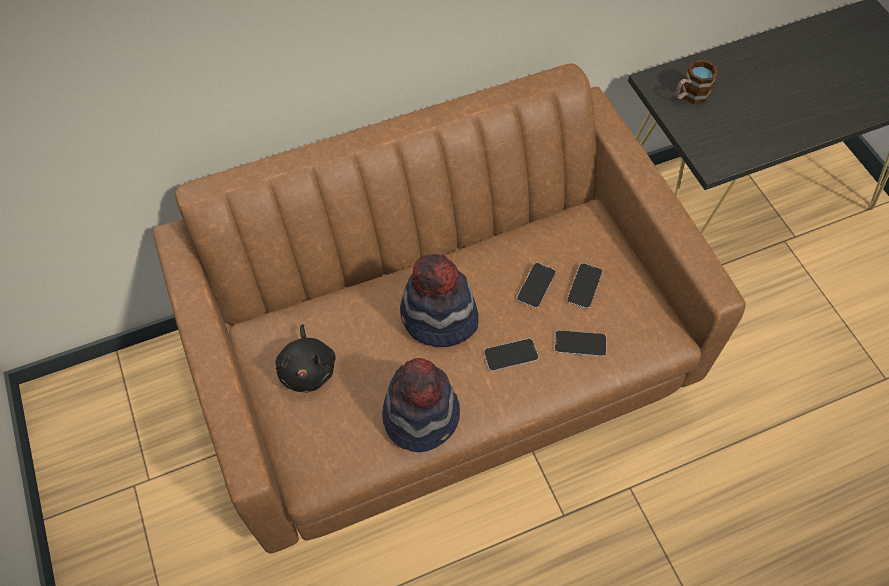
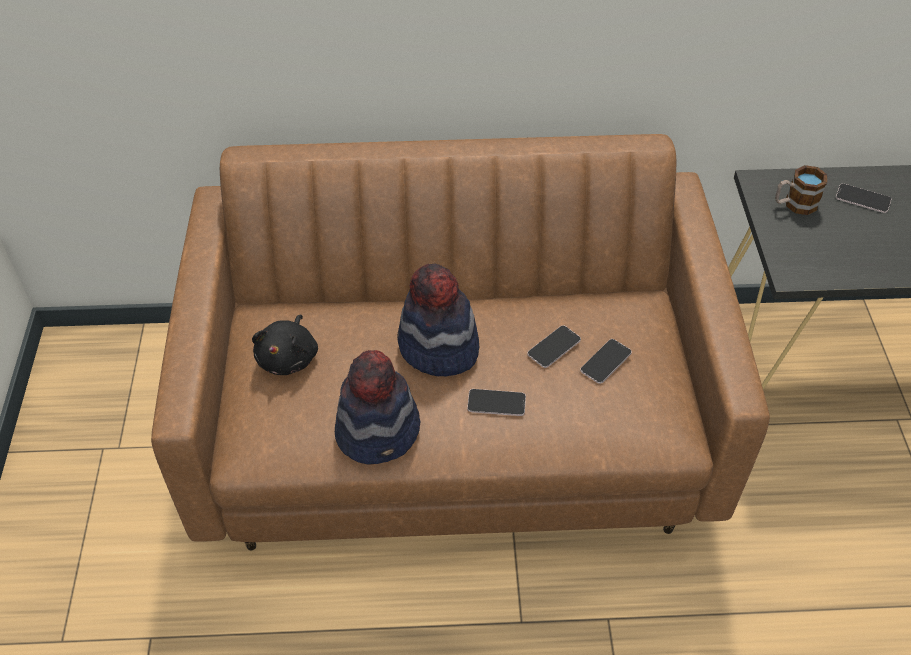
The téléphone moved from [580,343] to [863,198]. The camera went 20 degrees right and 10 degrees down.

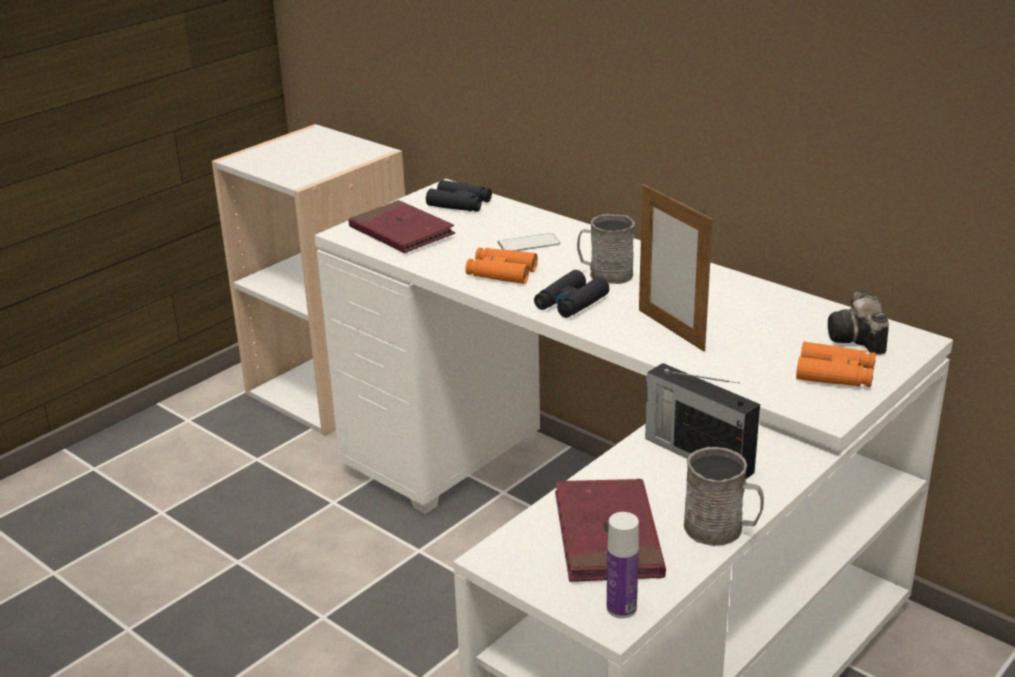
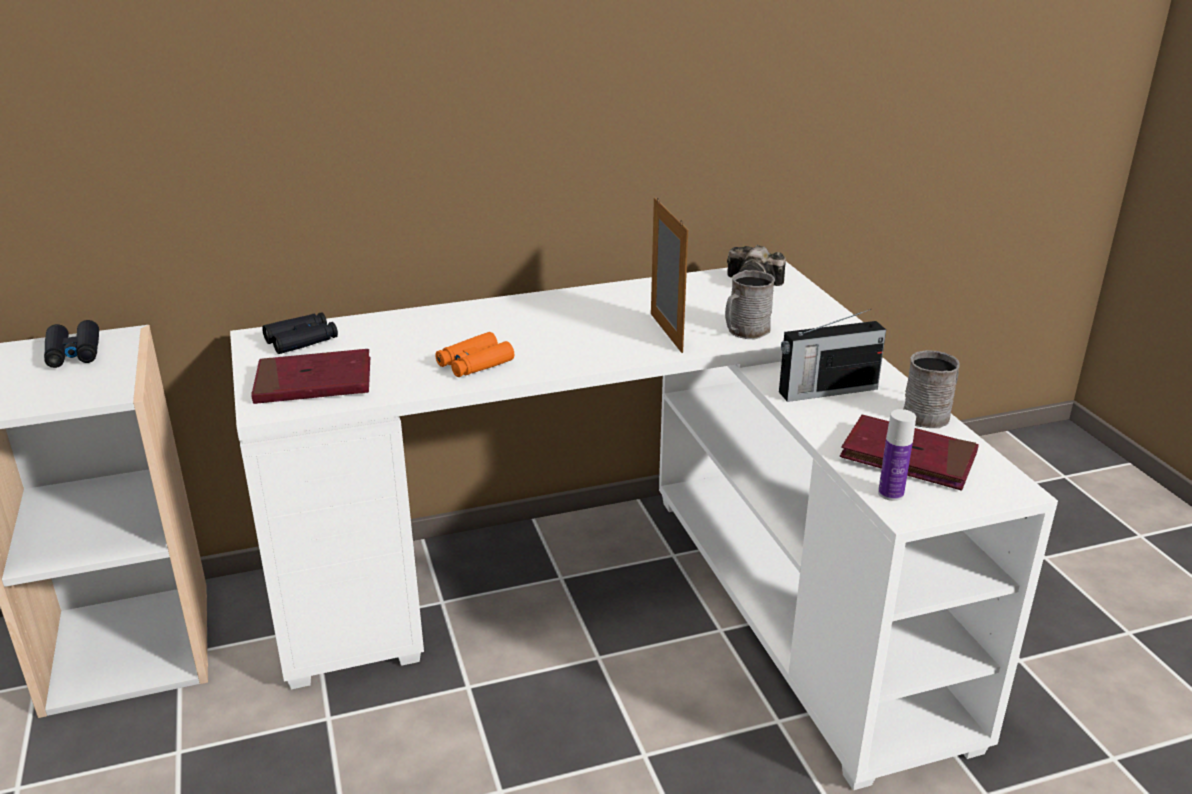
The jumelles/noir moved from [571,294] to [71,344]. The cadre photo at [676,267] turned 105 degrees counterclockwise. The mug/gris moved from [606,249] to [750,304]. The bouteille moved from [623,565] to [897,455]. The téléphone at [528,242] disappeared. The jumelles/orange at [836,364] disappeared. The camera went 60 degrees left and 0 degrees up.

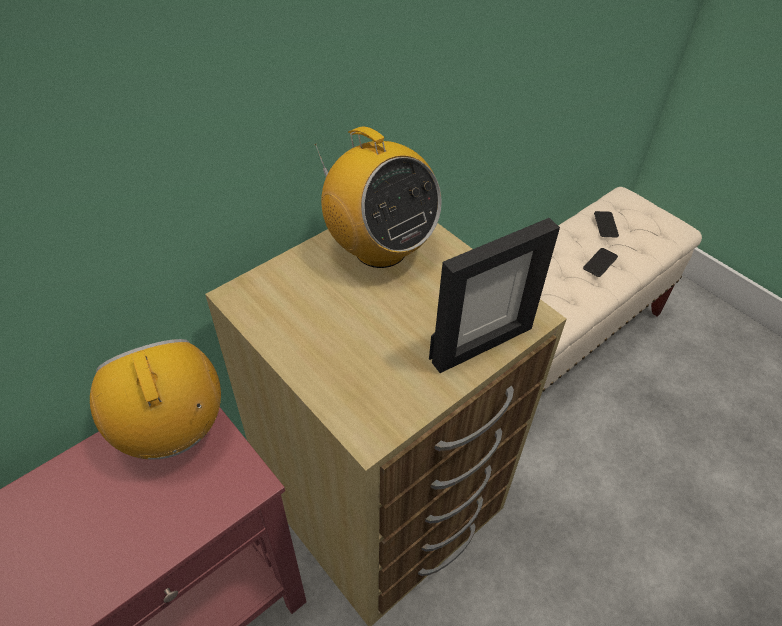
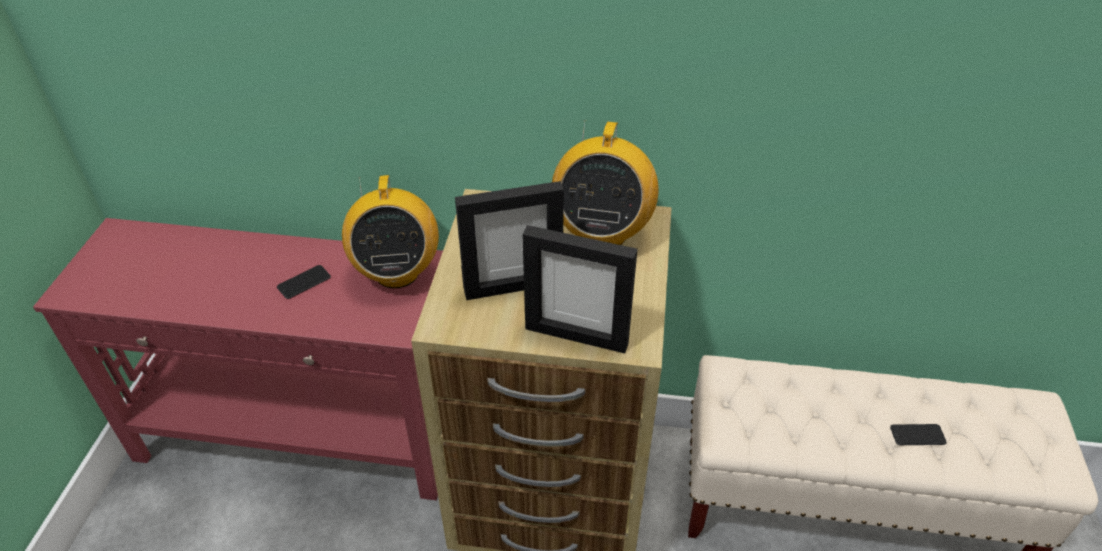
The téléphone moved from [606,224] to [304,282]. The radio at [155,399] turned 150 degrees clockwise. The cadre photo at [509,240] appeared. The camera went 50 degrees right and 5 degrees down.

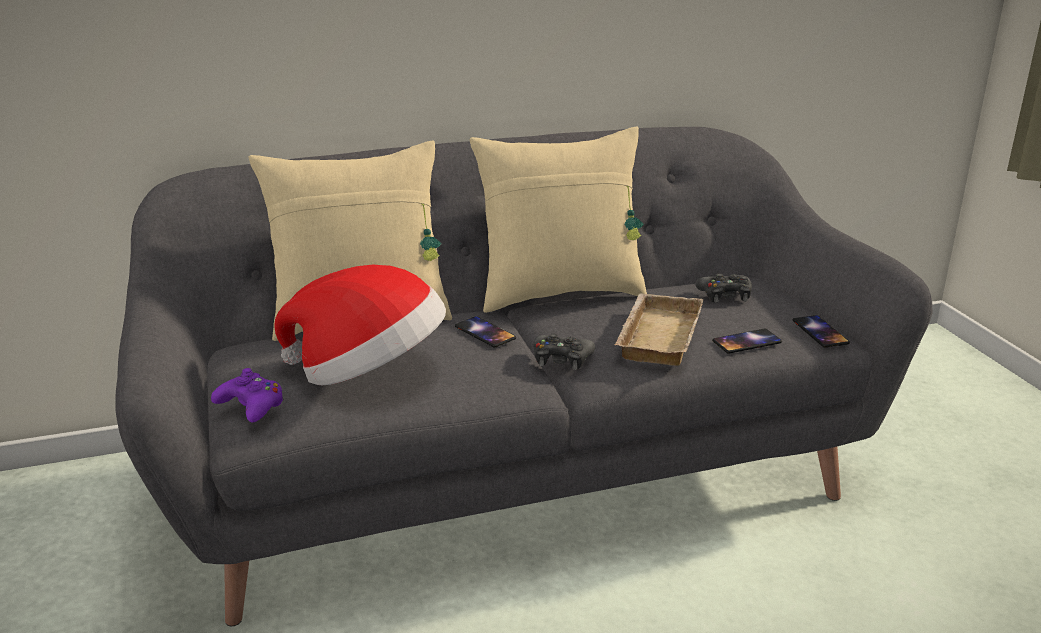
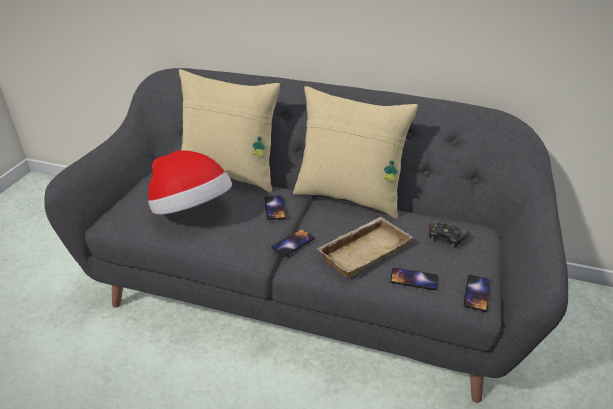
The manette/noir at [564,352] was replaced by the téléphone at [293,243]. The manette/violet at [247,395] disappeared. The camera went 35 degrees right and 10 degrees up.

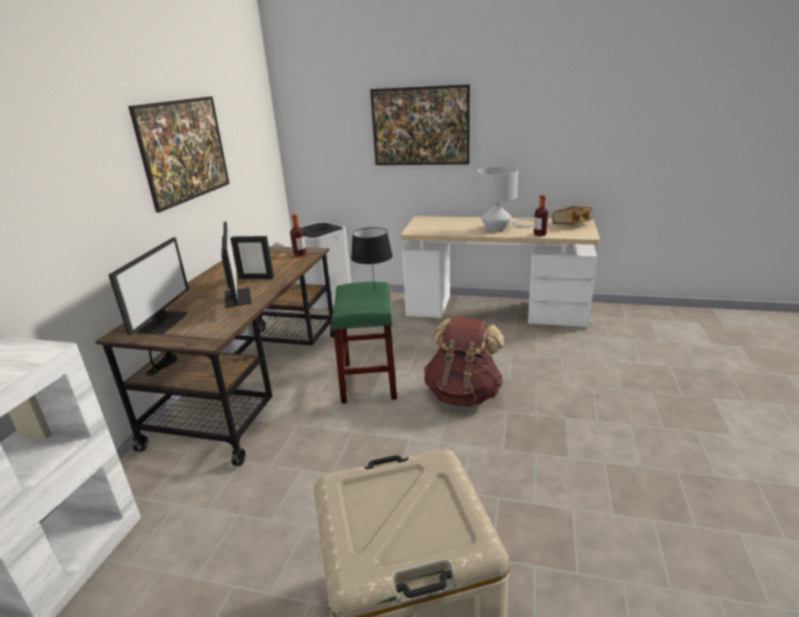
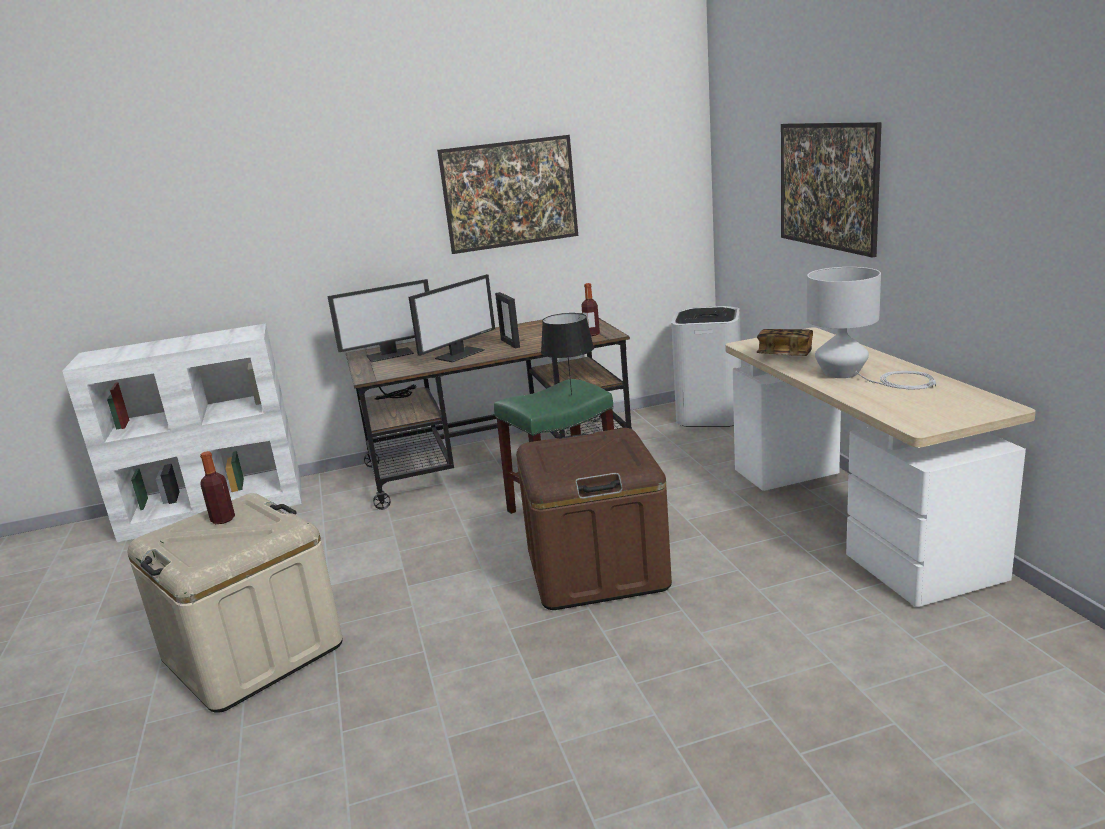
The bouteille moved from [541,216] to [217,487]. The sac à dos/marron at [464,362] was replaced by the boîte de rangement/marron at [594,519]. The livre moved from [572,215] to [785,342]. The camera went 60 degrees right and 5 degrees down.

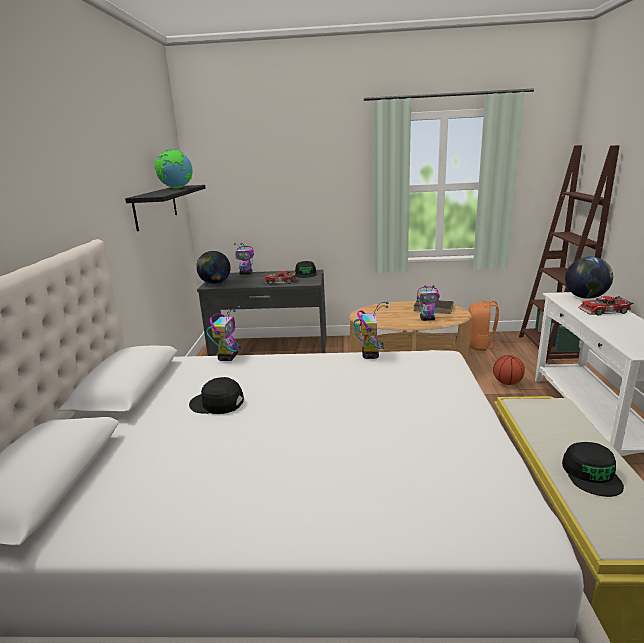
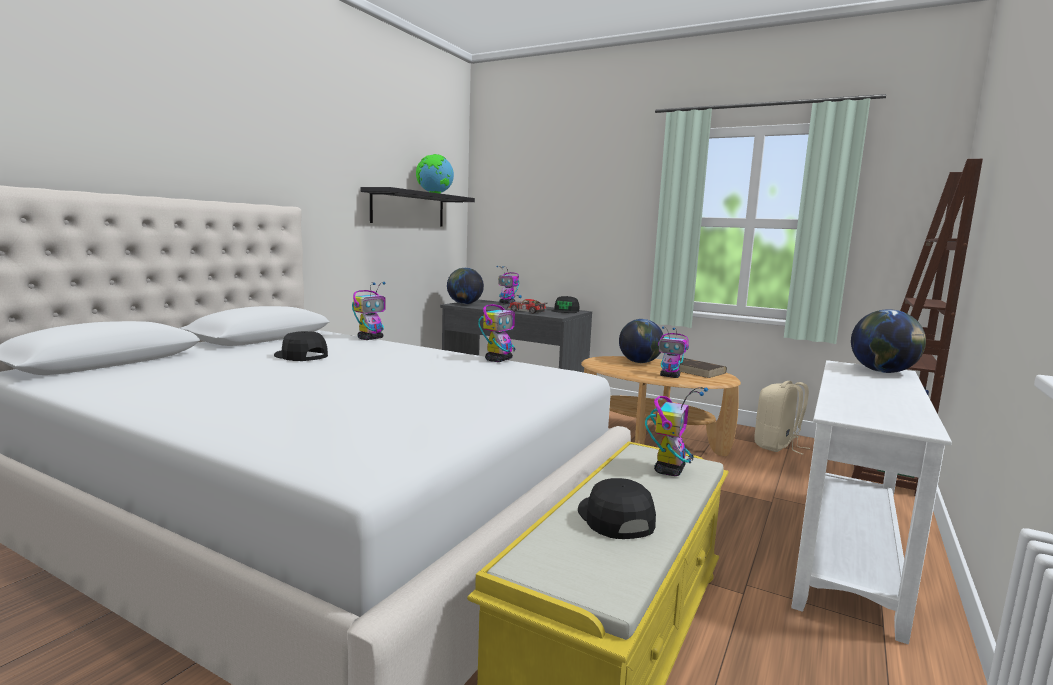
The casquette/noir at [593,469] turned 135 degrees clockwise. The globe at [641,341] appeared. The robot jouet at [676,431] appeared. The sac à dos/orange at [485,325] became the sac à dos/beige at [782,418]. The ballon de basket at [509,370] disappeared. The petite voiture at [605,306] disappeared. The camera went 25 degrees right and 10 degrees down.

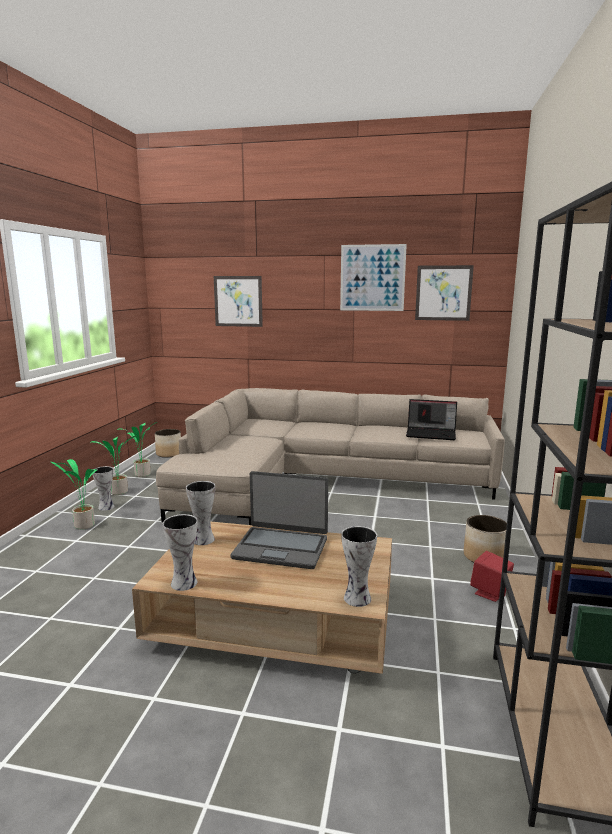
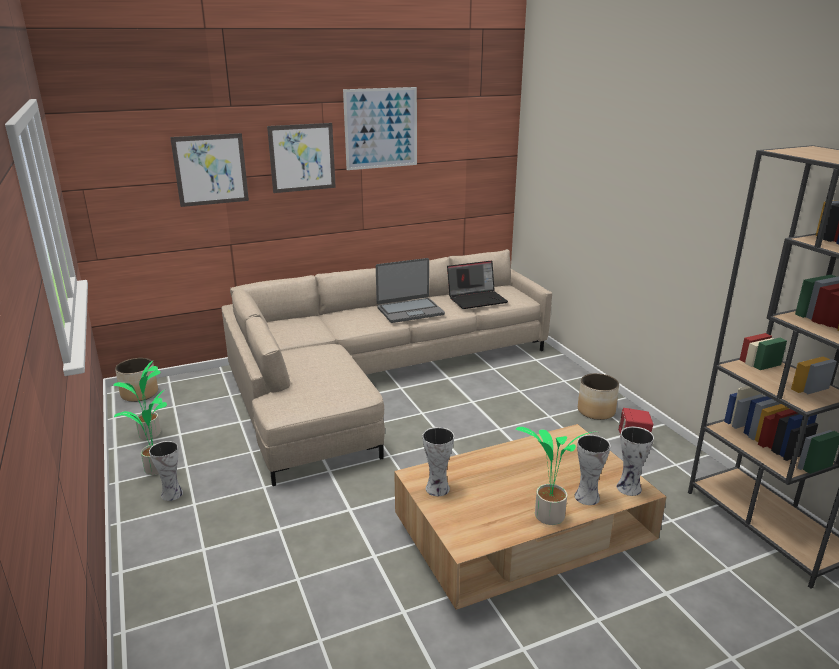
The tableau moved from [444,293] to [301,158]. The ordinateur portable moved from [279,520] to [410,290]. The plante en pot moved from [74,494] to [554,476]. The vase moved from [180,552] to [593,470]. The camera went 35 degrees left and 10 degrees up.

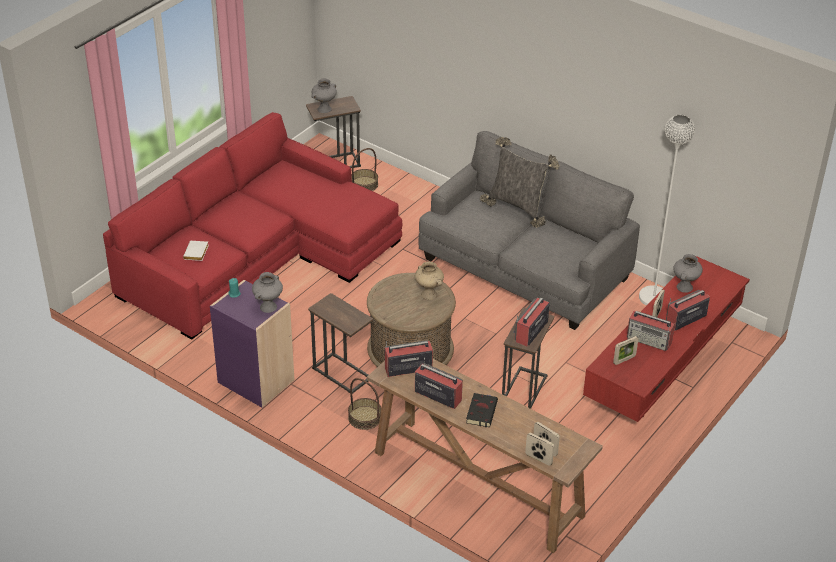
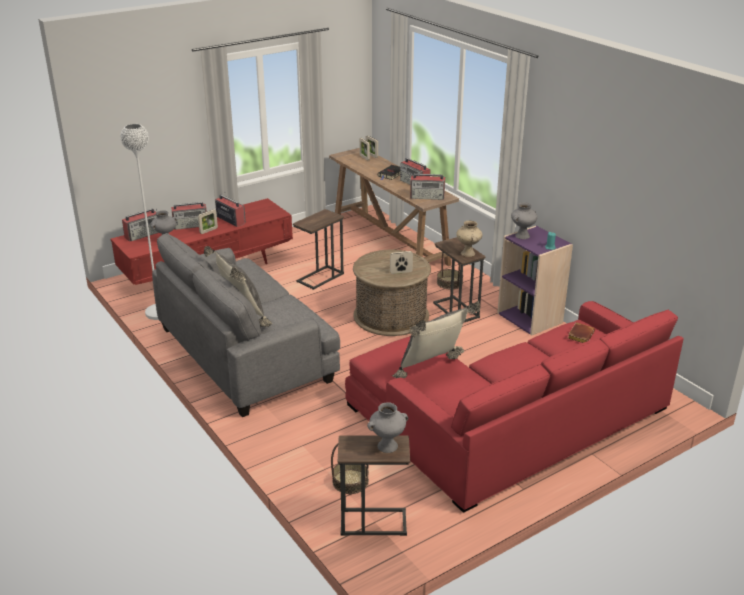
The radio moved from [531,322] to [140,225]. The cadre photo moved from [625,350] to [401,262]. The coussin at [436,339] appeared. The vase/beige moved from [429,280] to [469,239]. The livre/blanc at [196,251] became the livre/marron at [581,332]. The camera went 160 degrees left and 10 degrees down.

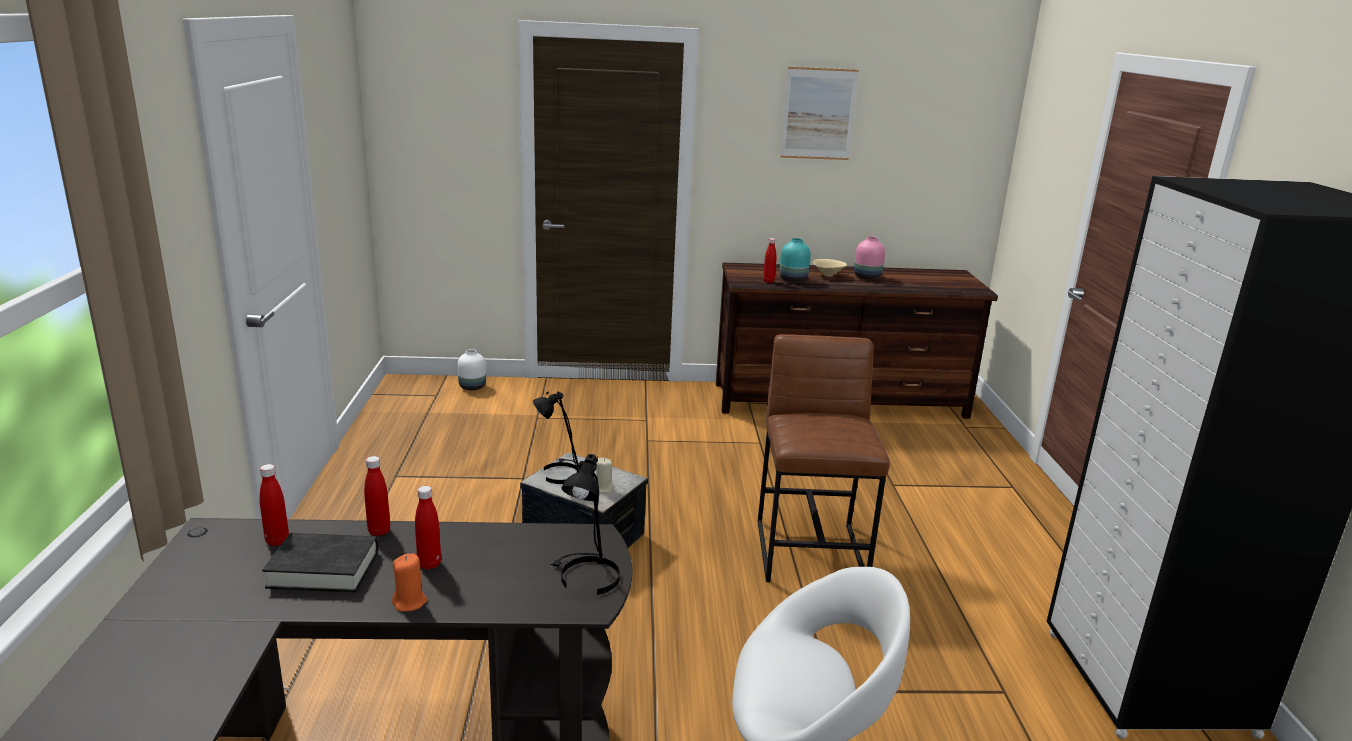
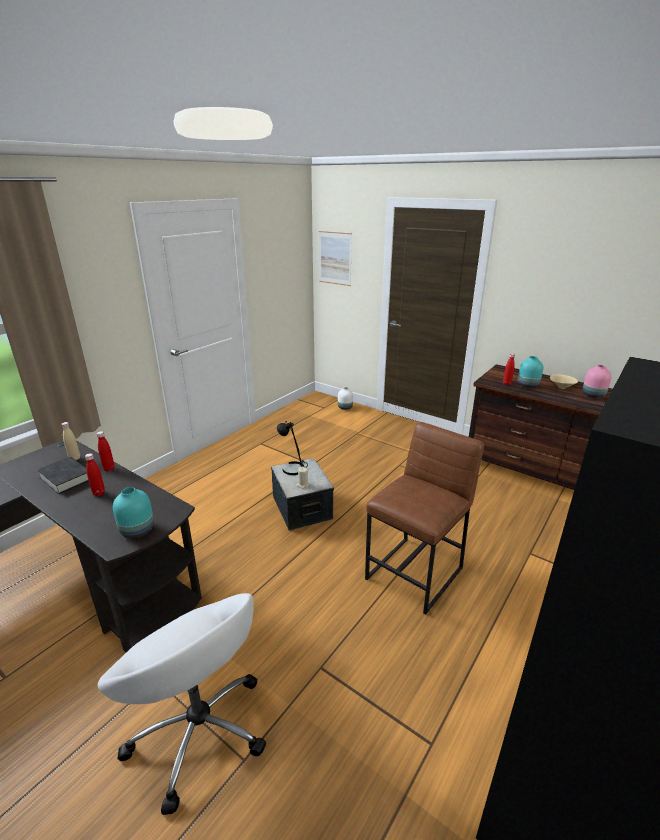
The bouteille/rouge at [274,505] became the bouteille/beige at [70,441]. The lampe de table/noir at [585,524] was replaced by the vase/turquoise at [133,512]. The tableau moved from [819,113] to [335,258]. The bougie/orange at [410,582] disappeared. The camera went 40 degrees right and 5 degrees up.

